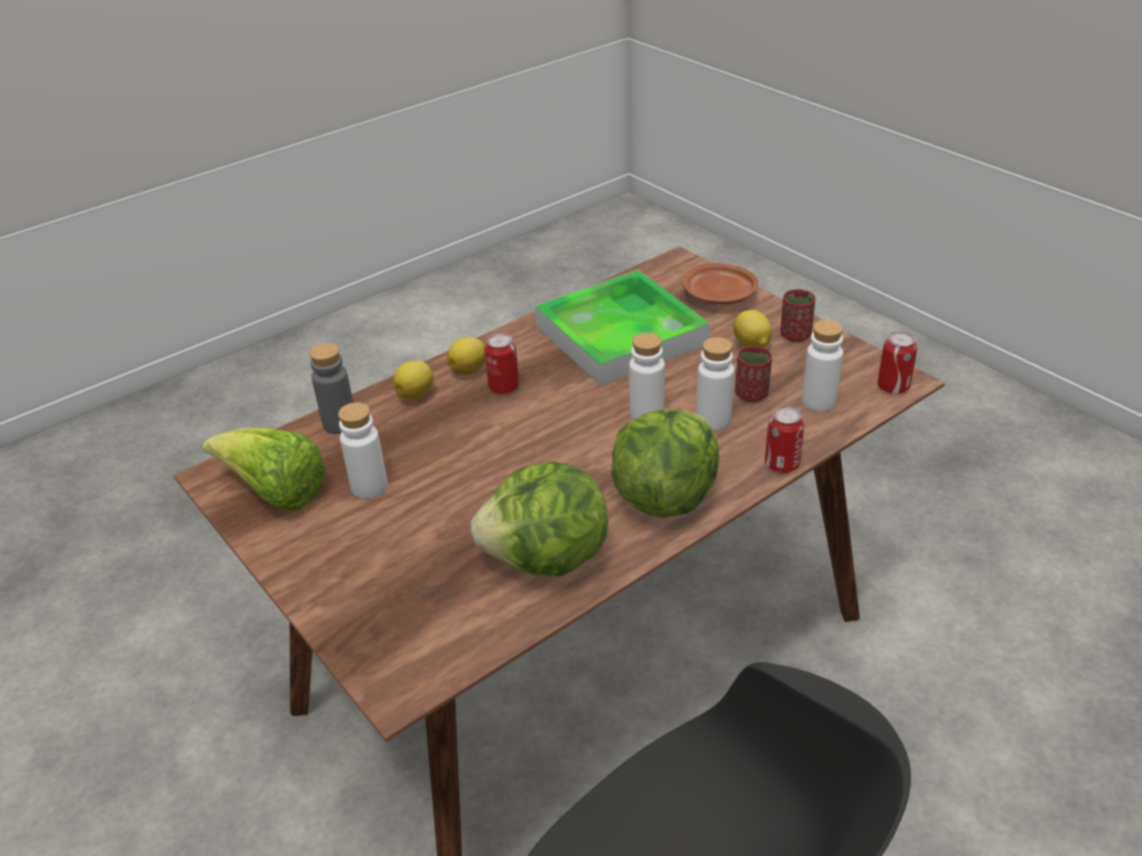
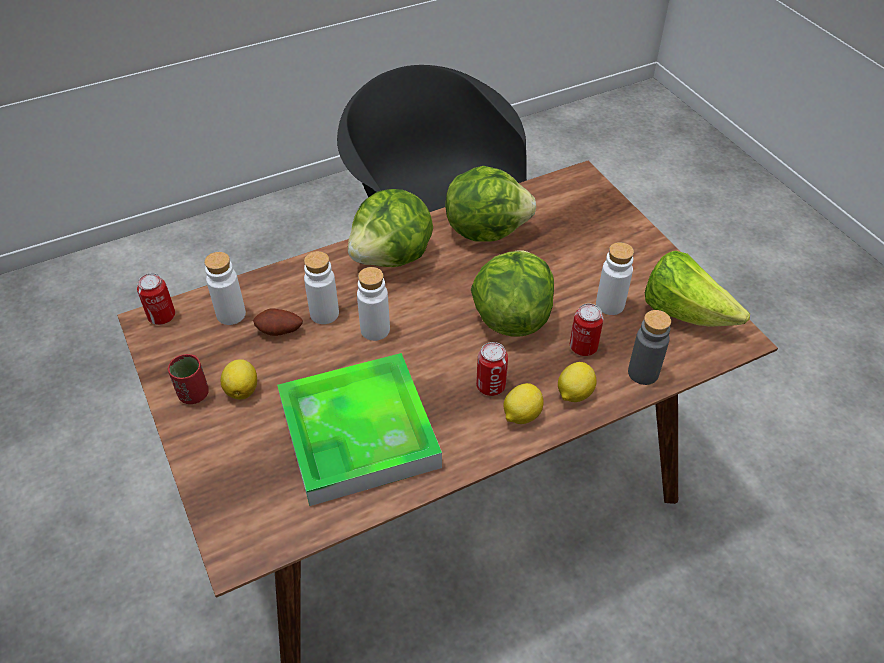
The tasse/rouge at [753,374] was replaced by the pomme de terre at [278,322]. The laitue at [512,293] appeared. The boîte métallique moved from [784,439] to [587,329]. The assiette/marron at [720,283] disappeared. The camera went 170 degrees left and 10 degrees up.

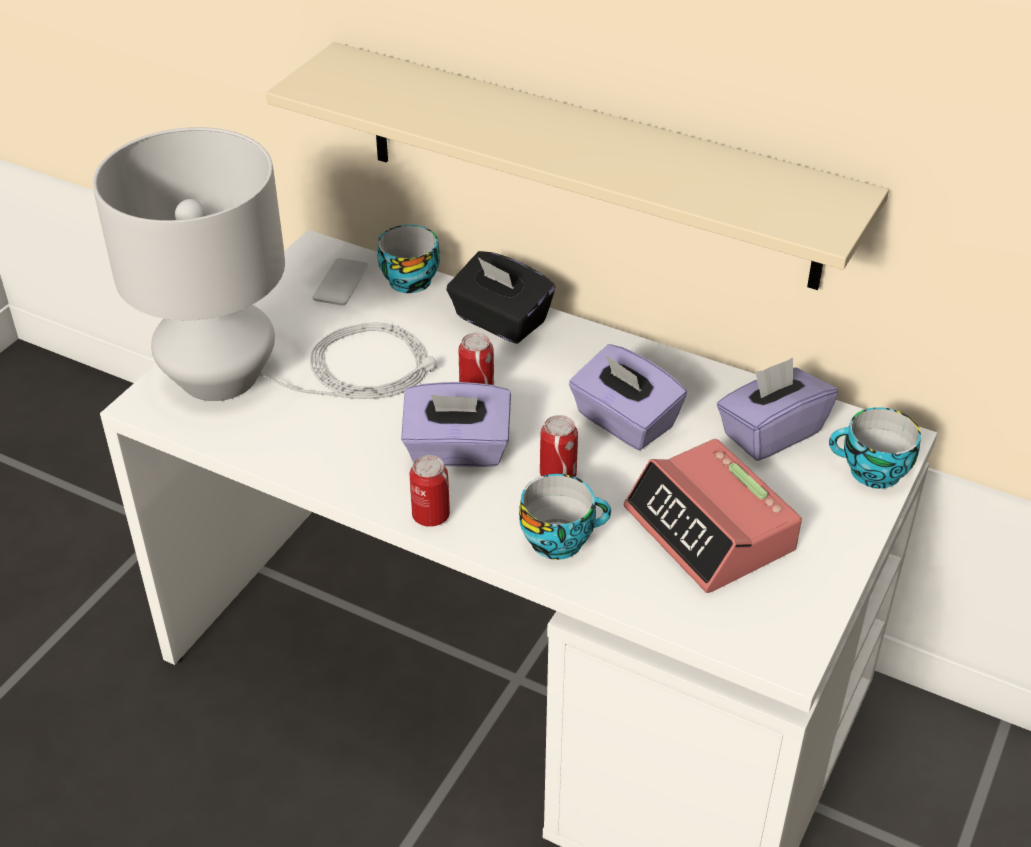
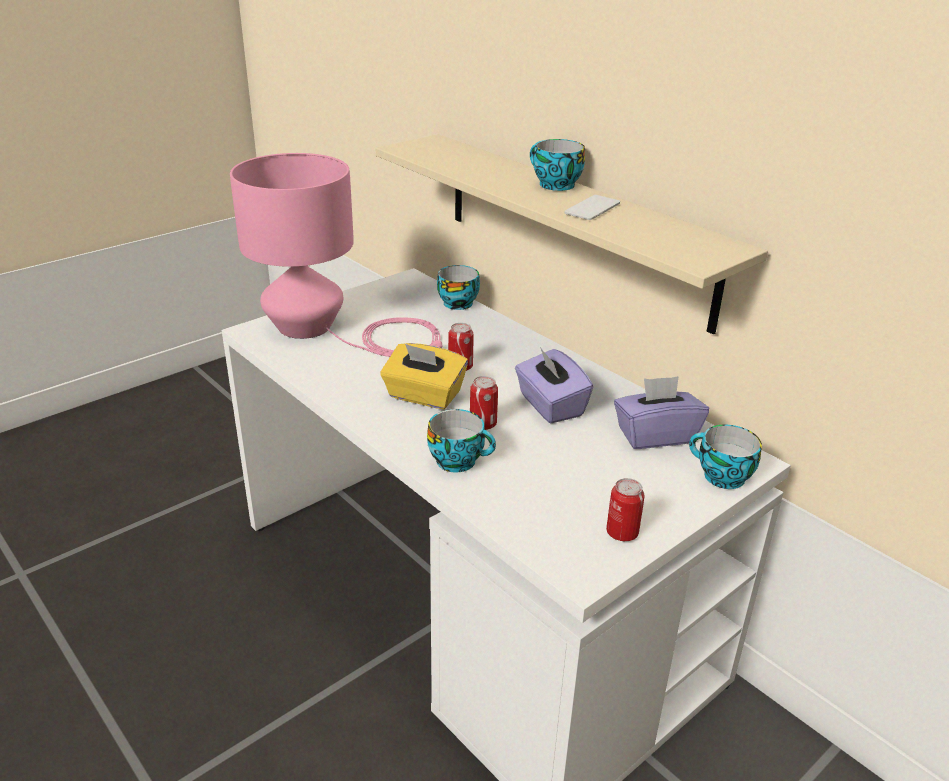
The lampe de table/gris at [265,264] became the lampe de table/rose at [336,255]. The boîte à mouchoirs/violet at [456,424] became the boîte à mouchoirs/jaune at [424,376]. The tasse at [557,165] appeared. The téléphone moved from [341,282] to [592,207]. The boîte métallique moved from [430,491] to [625,509]. The boîte à mouchoirs/noir at [500,297] disappeared. The réveil at [713,516] disappeared. The camera went 20 degrees right and 10 degrees down.

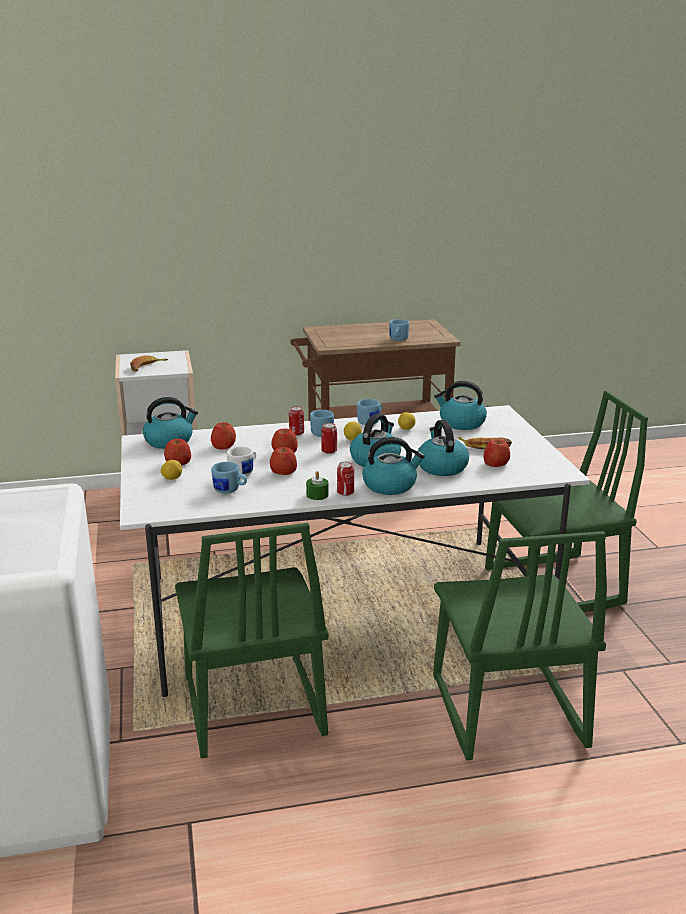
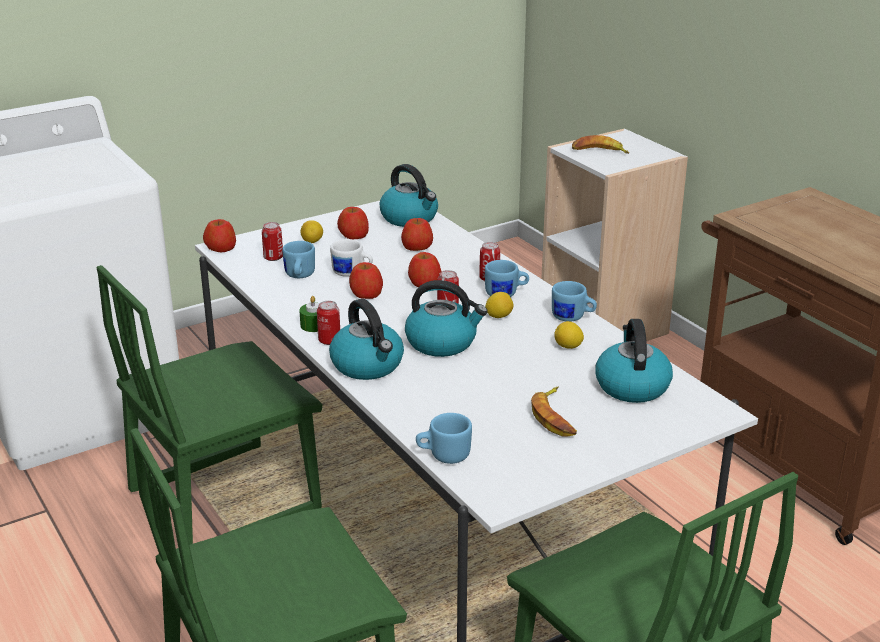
The pomme moved from [496,453] to [219,235]. The boîte métallique at [272,241] appeared. The mug/bleu moved from [399,330] to [444,438]. The bouilloire at [443,448] disappeared. The camera went 70 degrees right and 5 degrees up.

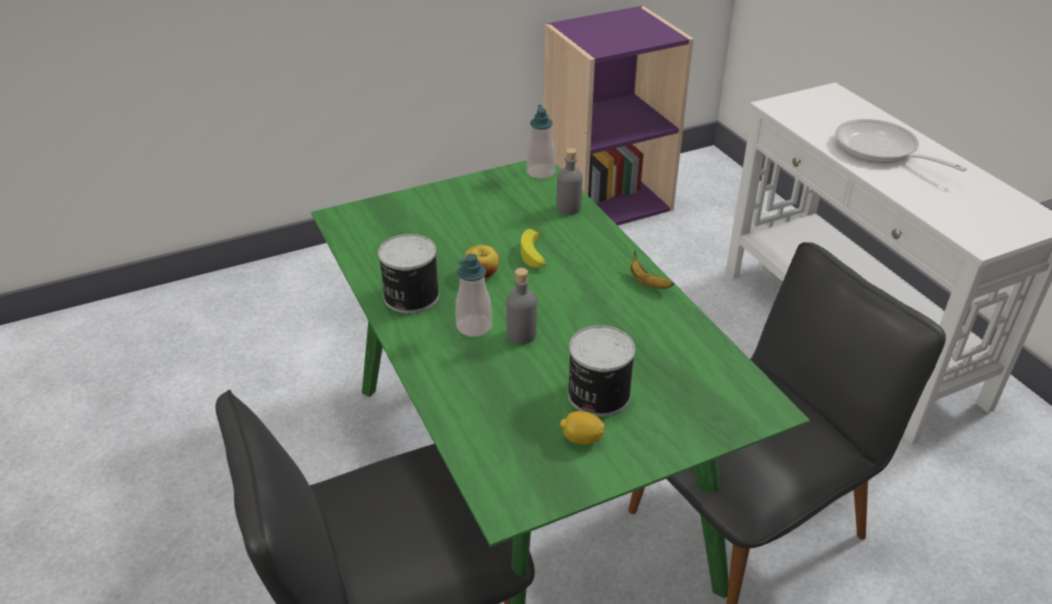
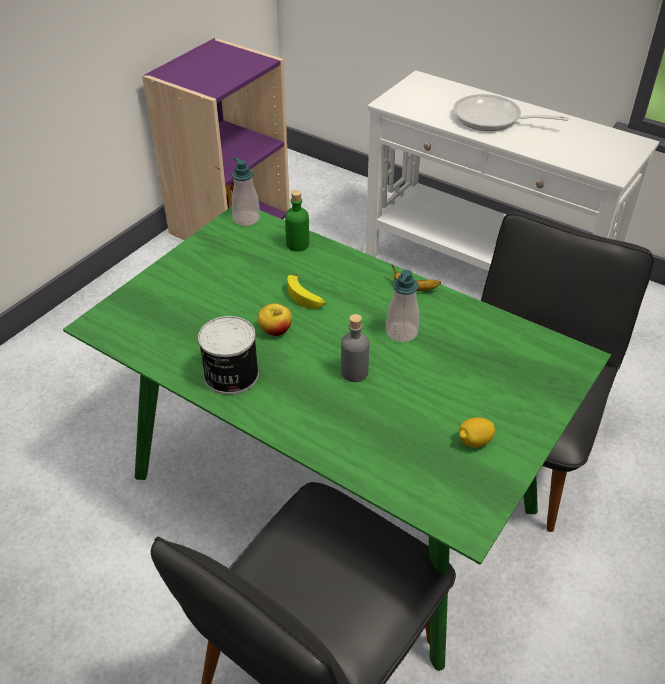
The bouteille/gris at [569,181] became the bouteille/vert at [297,221]. The distributeur de savon moved from [474,295] to [402,306]. The boîte métallique at [601,371] disappeared. The camera went 30 degrees left and 5 degrees up.

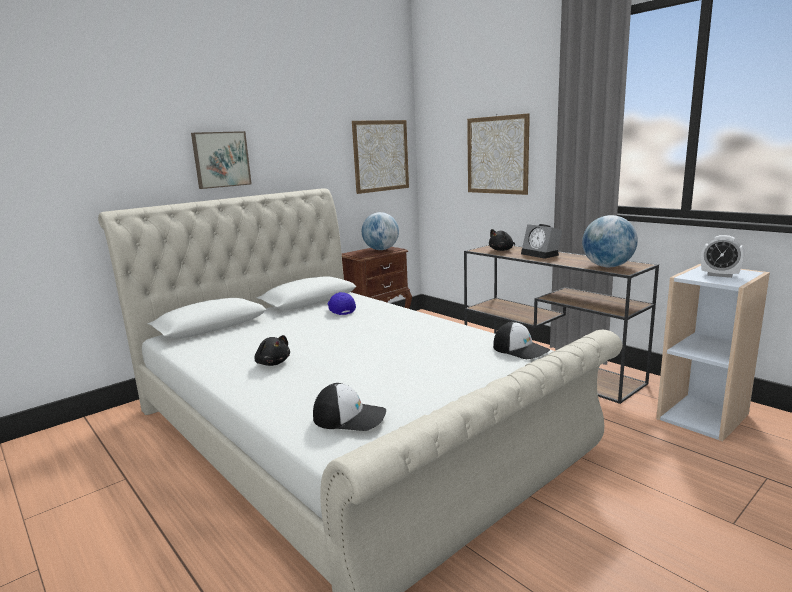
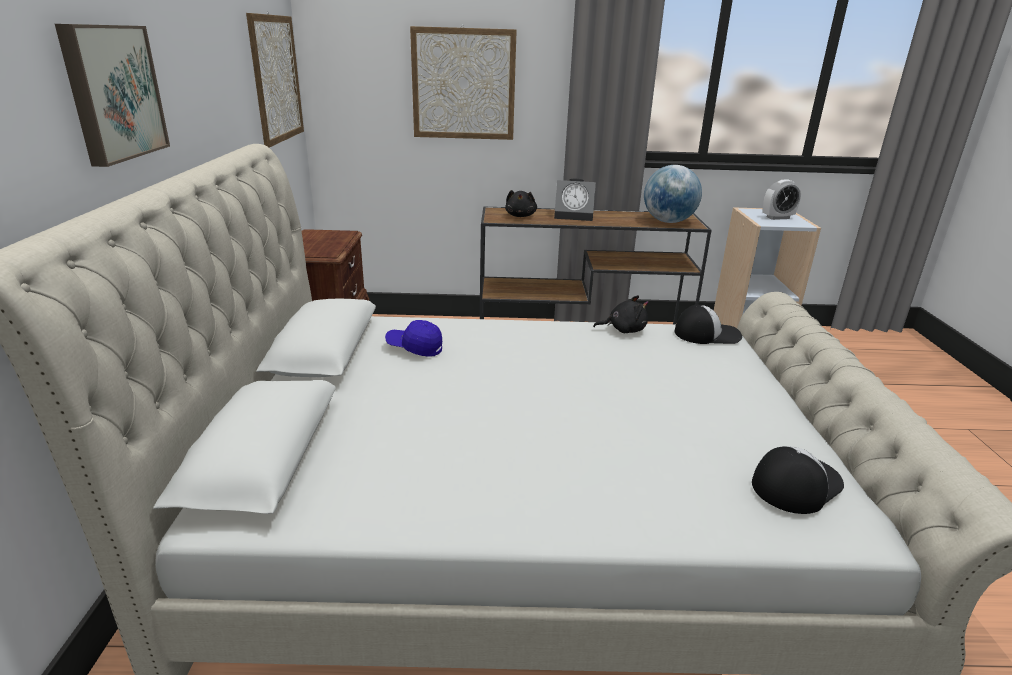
The peluche/noir moved from [272,350] to [620,314]. The globe at [380,231] disappeared. The camera went 50 degrees left and 10 degrees up.

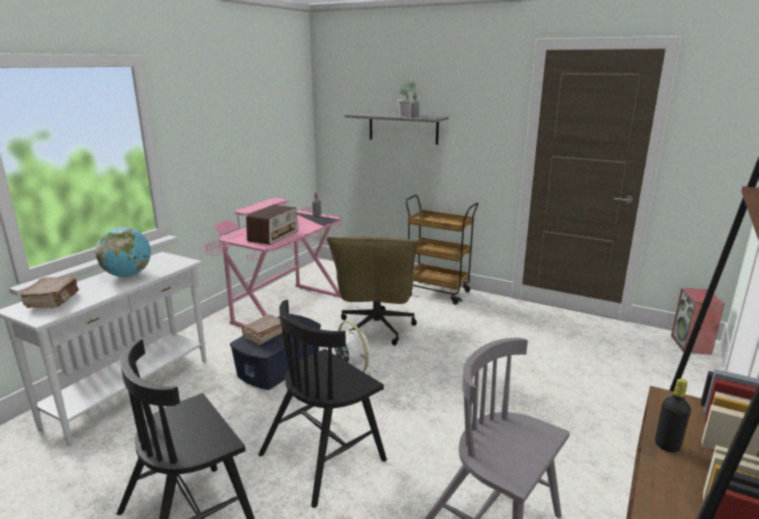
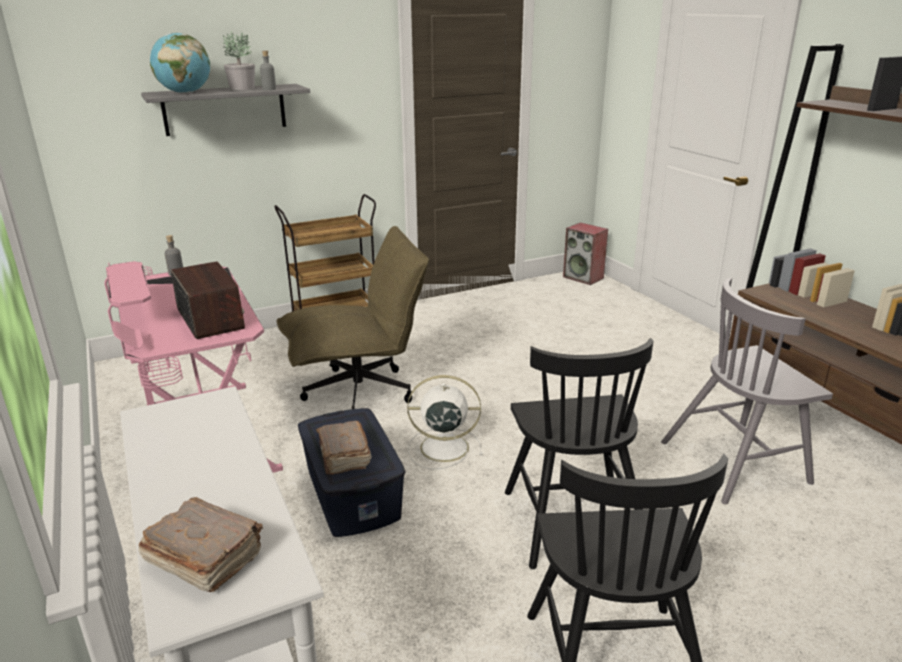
The globe moved from [123,252] to [180,63]. The chaise de bureau/beige at [373,291] turned 60 degrees counterclockwise. The bouteille/noir at [673,416] disappeared. The camera went 55 degrees left and 5 degrees up.

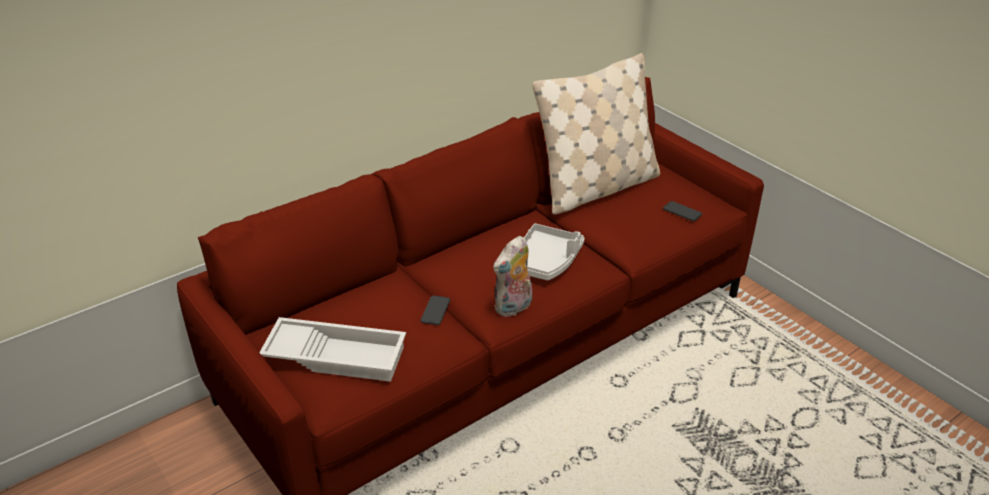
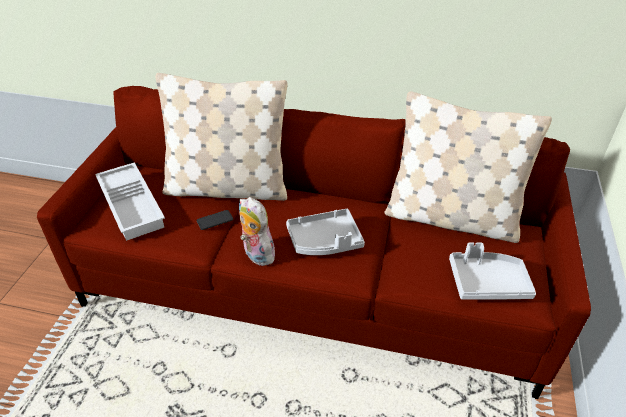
The coussin/beige at [221,137] appeared. The peluche at [512,276] turned 45 degrees clockwise. The téléphone at [682,211] was replaced by the plateau/gris at [492,271]. The camera went 50 degrees right and 5 degrees up.

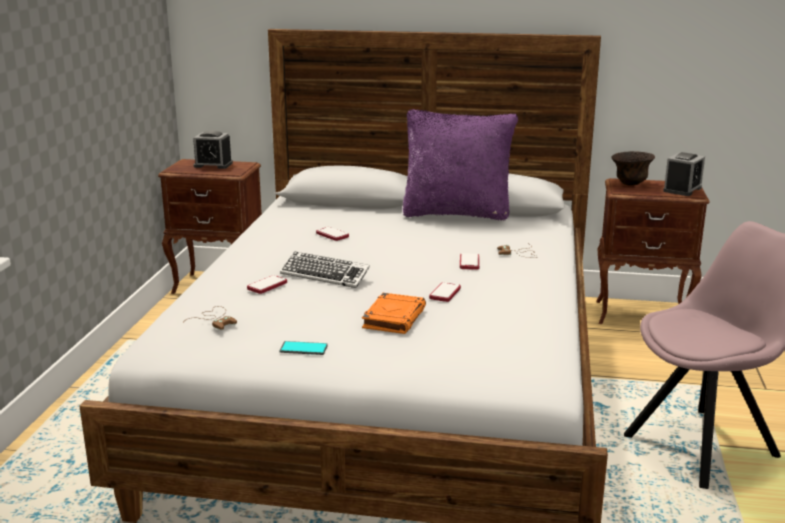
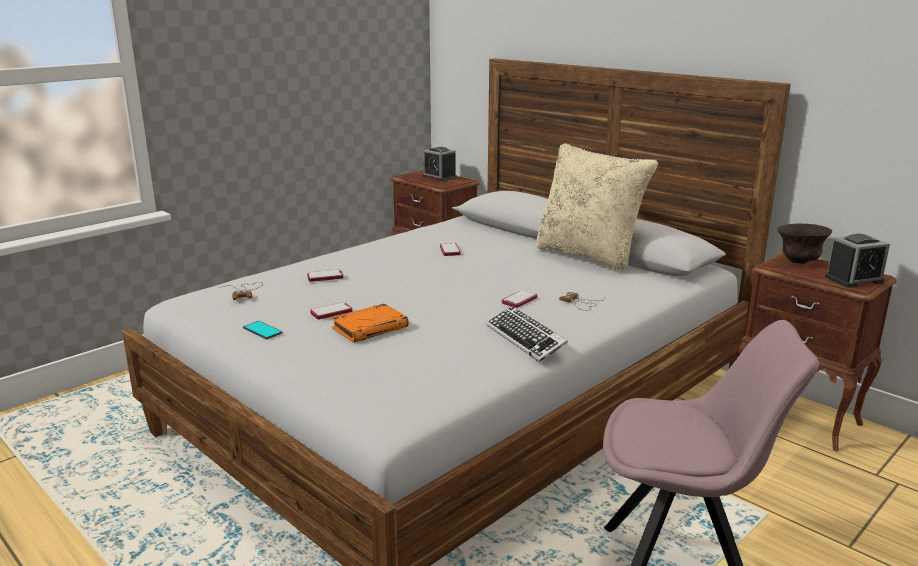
The téléphone moved from [445,292] to [331,310]. The clavier moved from [325,270] to [527,334]. The coussin/violet at [460,165] became the coussin/beige at [597,207]. The camera went 35 degrees right and 0 degrees up.

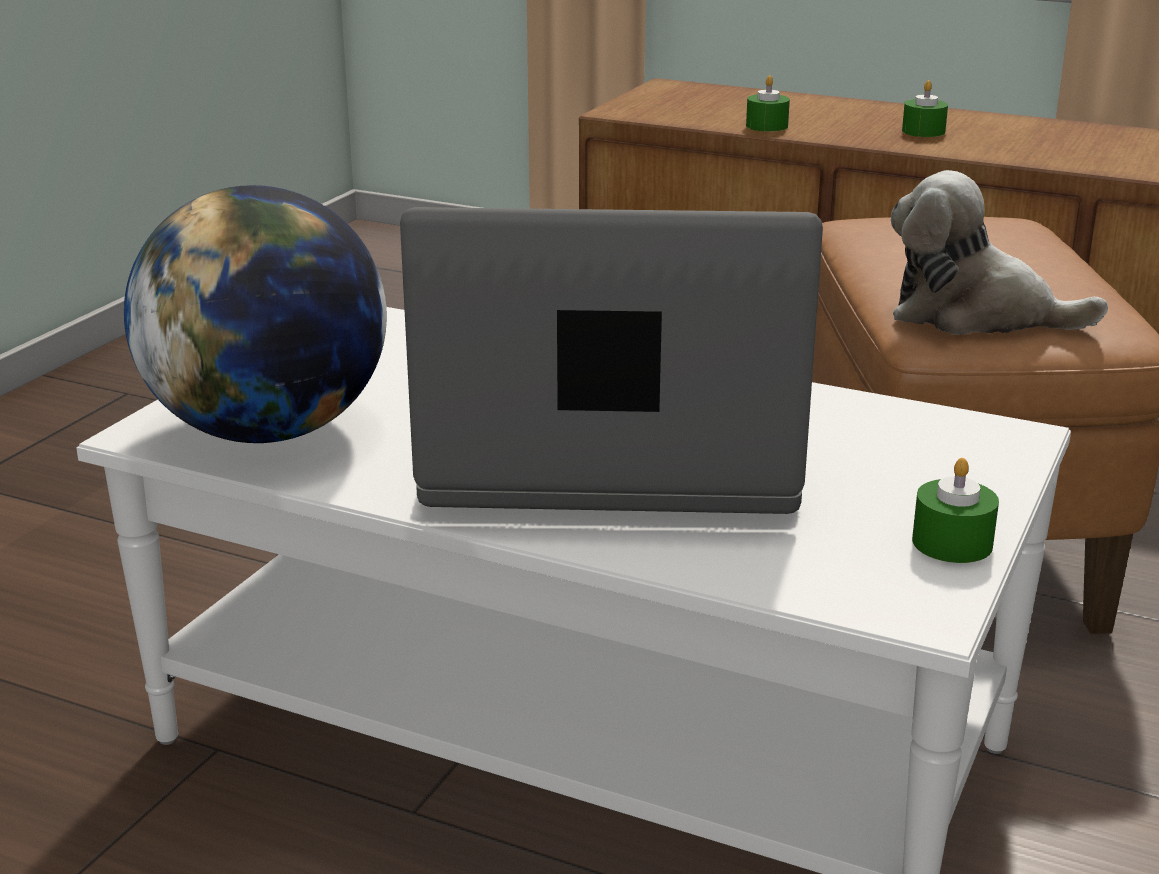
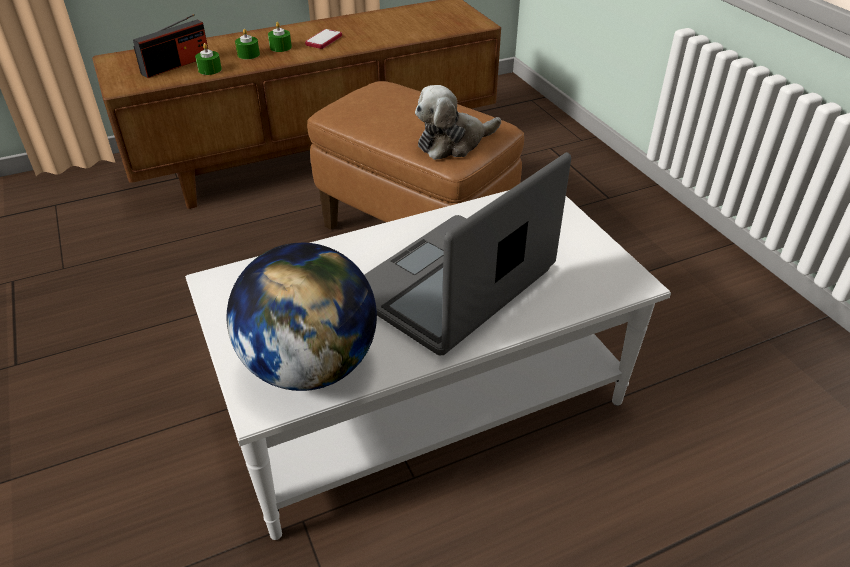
The radio at [170,46] appeared. The bougie/vert moved from [955,510] to [247,44]. The téléphone at [323,39] appeared. The camera went 50 degrees left and 15 degrees up.

